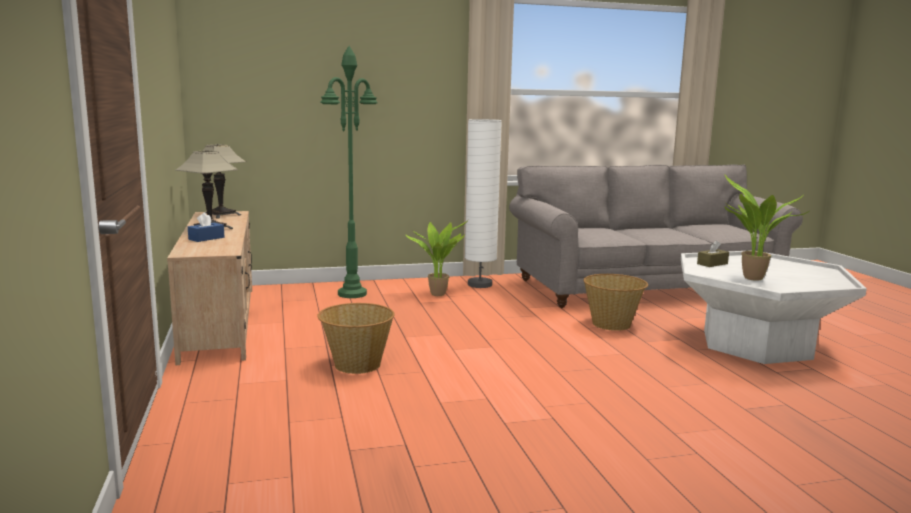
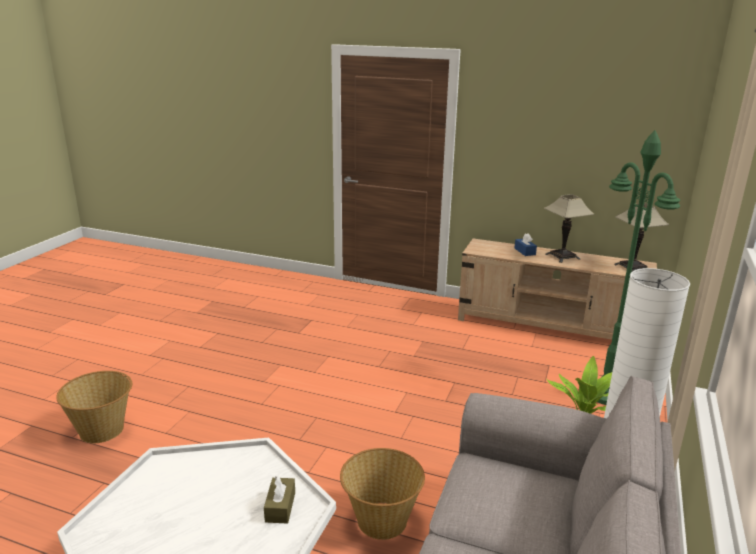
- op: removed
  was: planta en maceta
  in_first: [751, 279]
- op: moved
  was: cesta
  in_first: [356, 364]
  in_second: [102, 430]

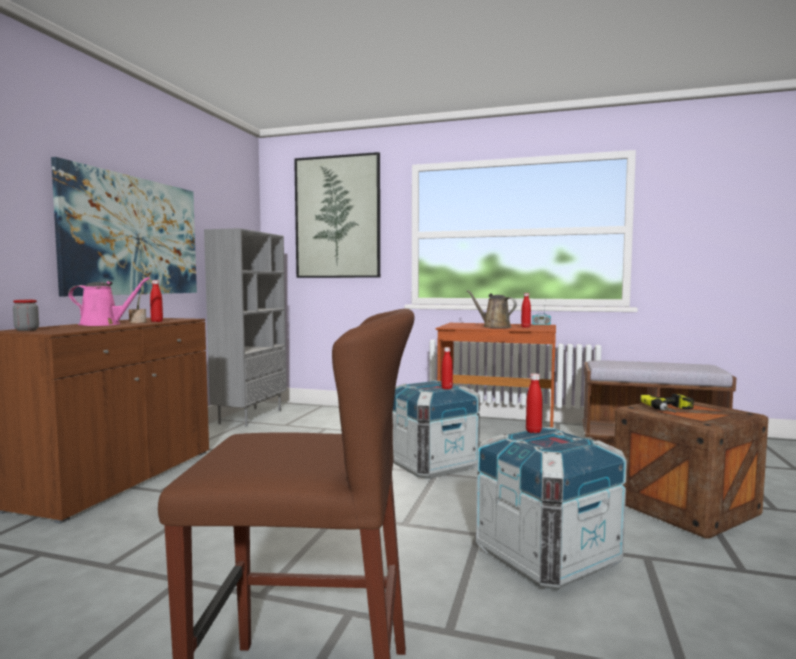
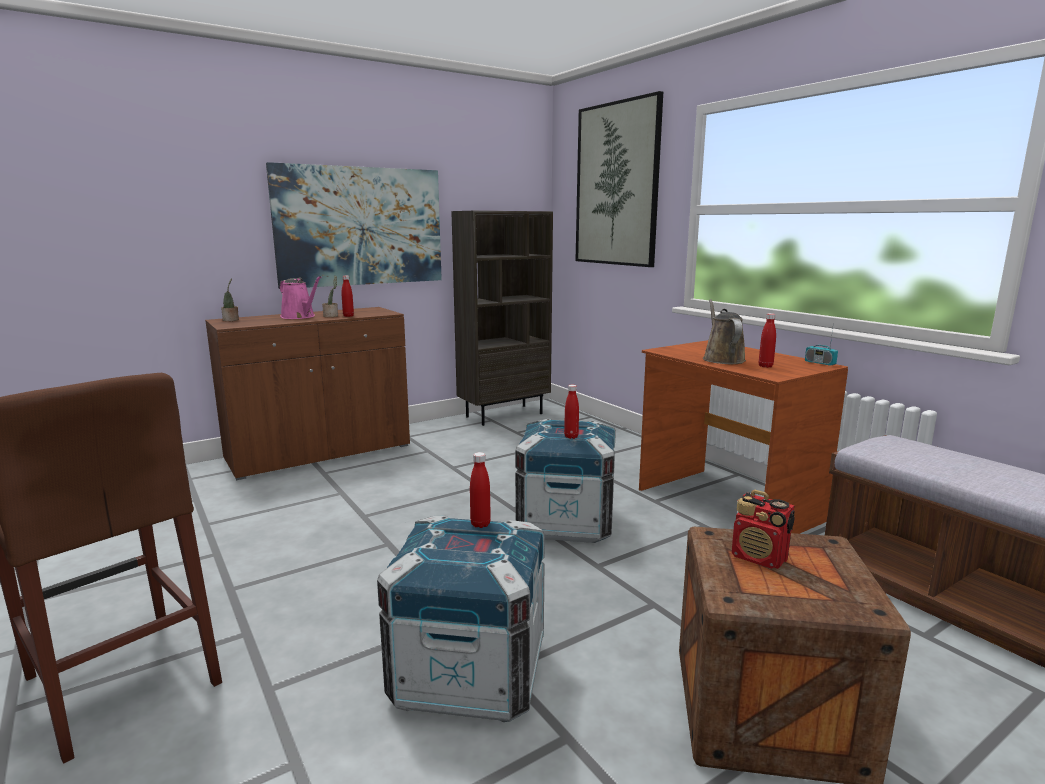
- op: replaced
  was: tarro
  now: planta en maceta
  in_first: [27, 330]
  in_second: [231, 320]
- op: replaced
  was: taladro
  now: radio
  in_first: [673, 410]
  in_second: [759, 558]
- op: recoloured
  was: estantería (gris)
  now: estantería (marrón)
  in_first: [250, 416]
  in_second: [504, 415]

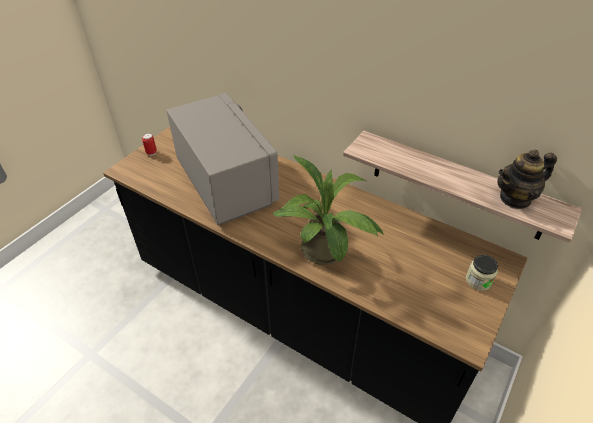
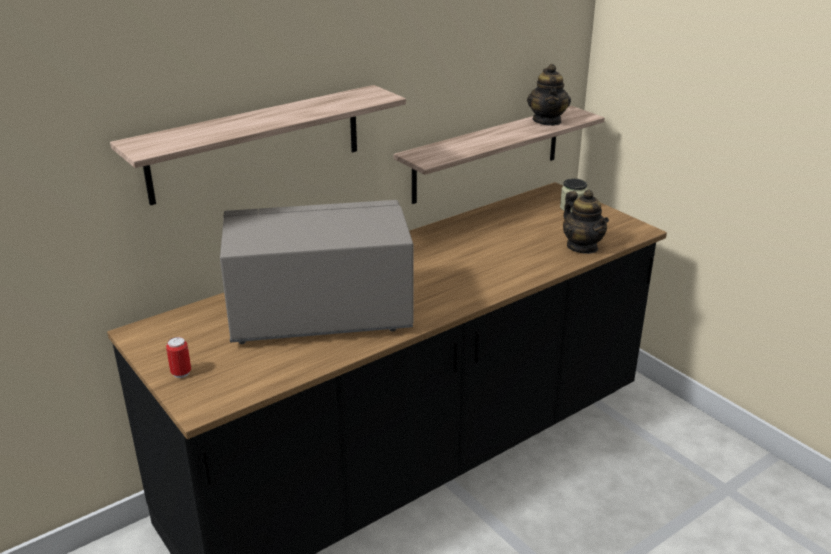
- op: removed
  was: planta en maceta
  in_first: [326, 254]
- op: added
  now: estante
  in_second: [256, 143]
- op: added
  now: tetera
  in_second: [582, 247]

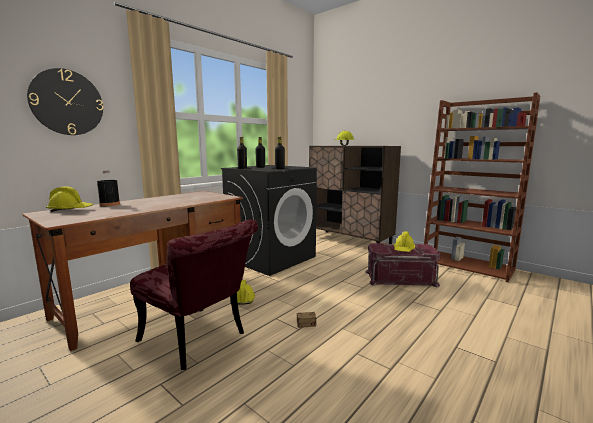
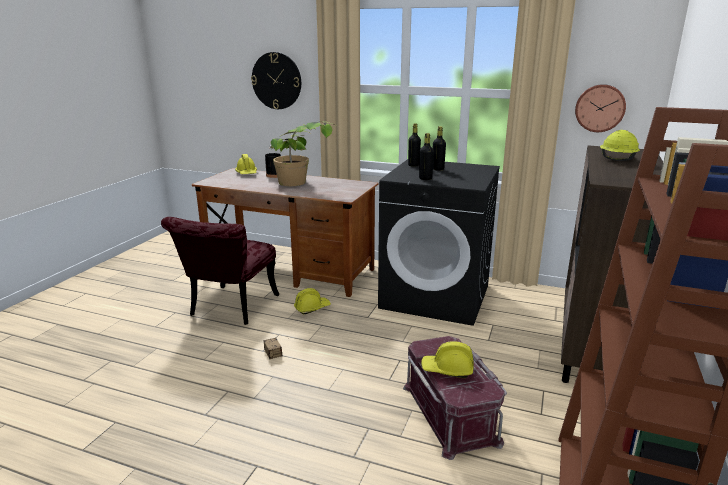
- op: added
  now: planta en maceta
  in_second: [301, 185]
- op: added
  now: reloj de pared
  in_second: [600, 108]

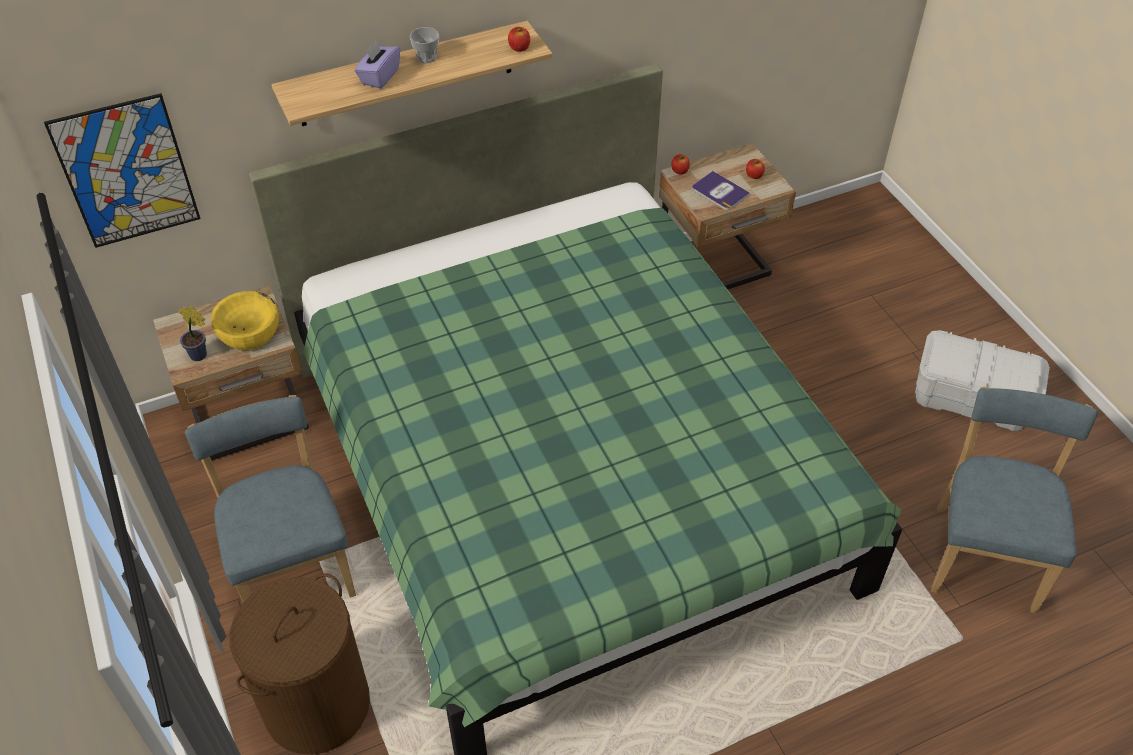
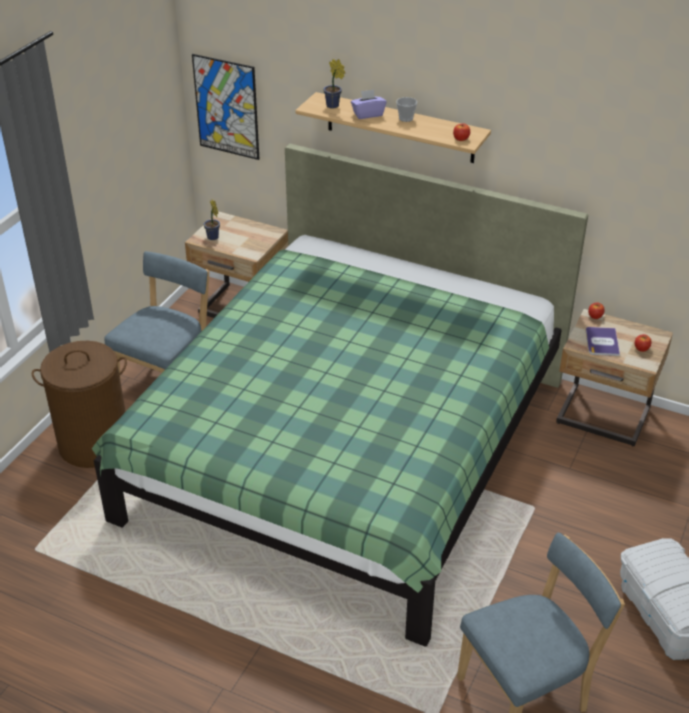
- op: removed
  was: cuenco (amarillo)
  in_first: [249, 333]
- op: added
  now: planta en maceta
  in_second: [334, 106]

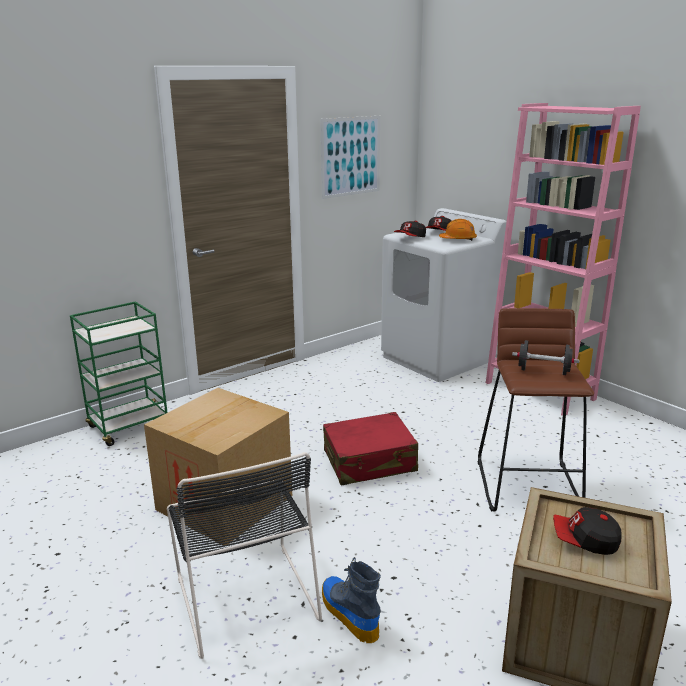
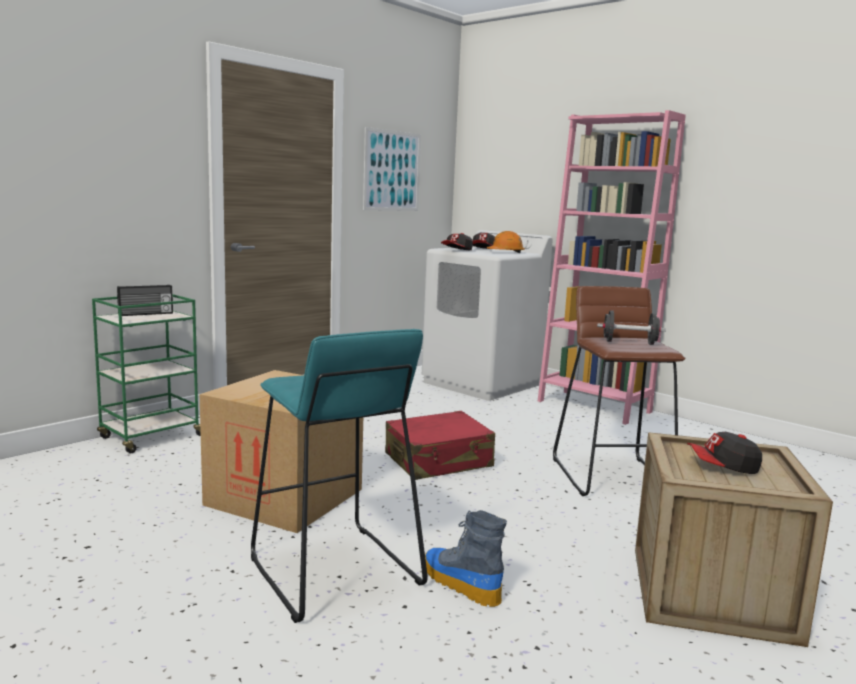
- op: added
  now: radio
  in_second: [146, 314]
- op: replaced
  was: silla (negro)
  now: taburete (turquesa)
  in_first: [245, 594]
  in_second: [333, 572]

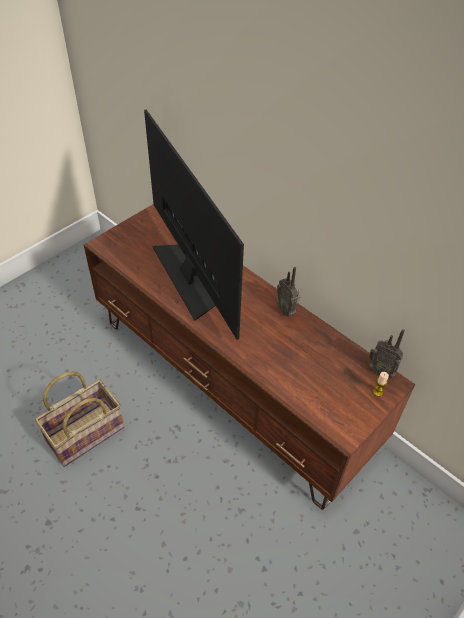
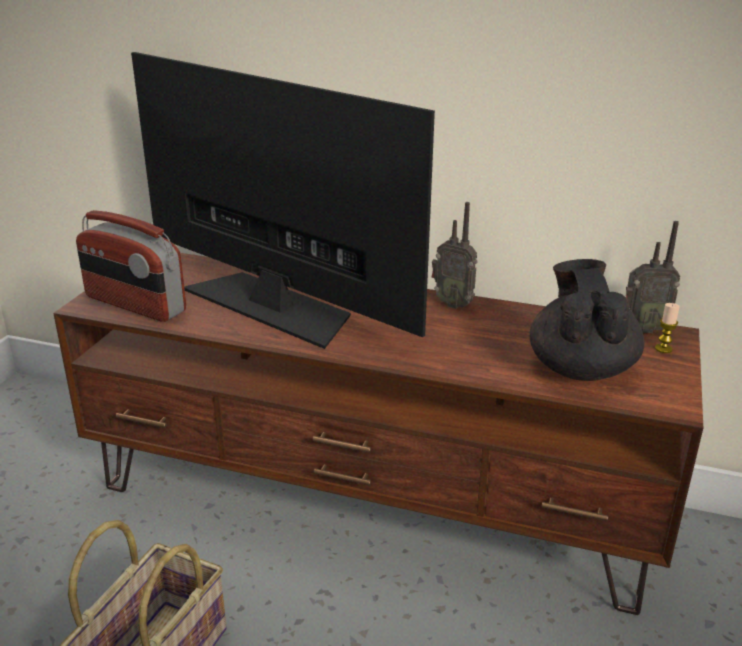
- op: added
  now: radio
  in_second: [134, 305]
- op: added
  now: tetera (negro)
  in_second: [580, 368]

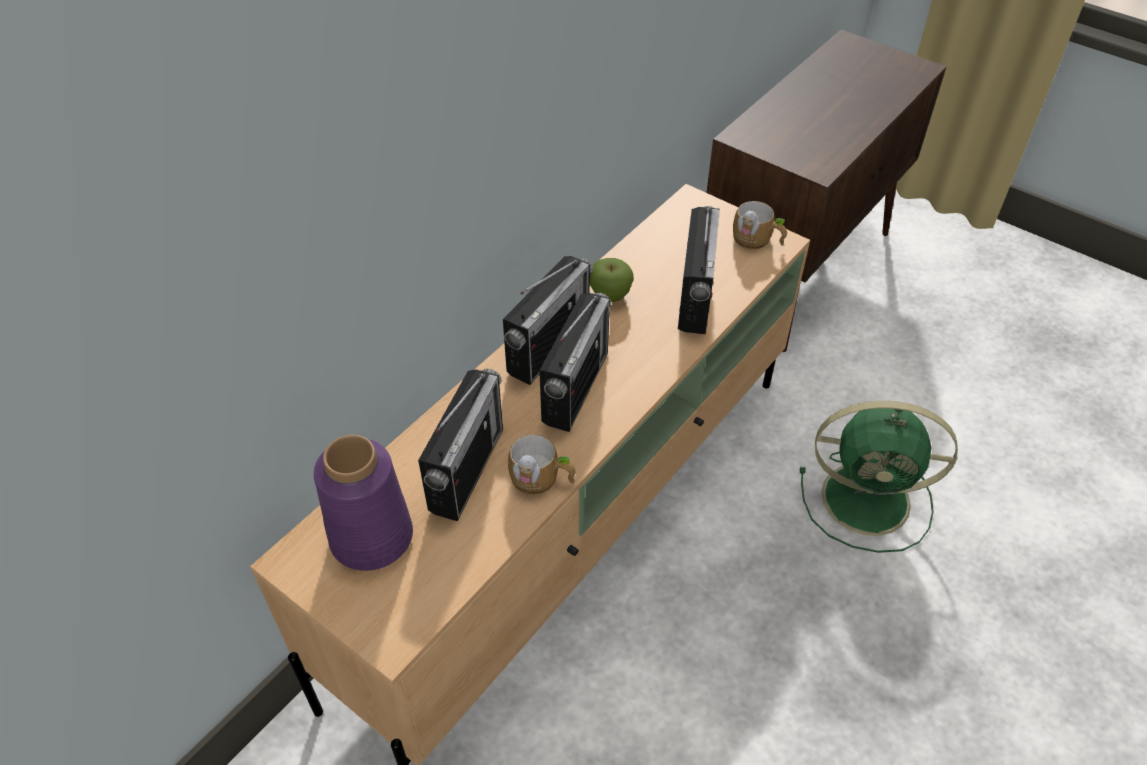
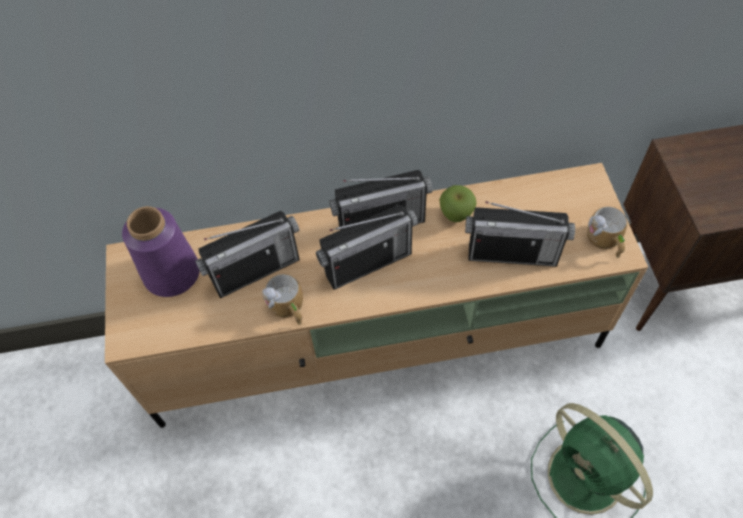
- op: turned
  was: radio
  in_first: [695, 297]
  in_second: [512, 254]
  clockwise: 45

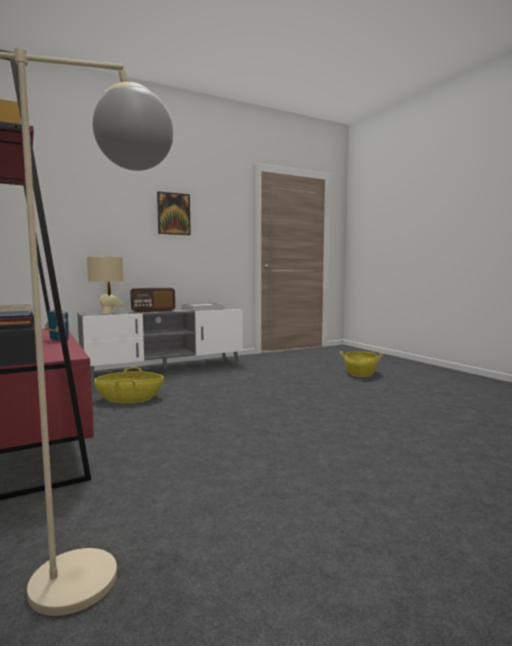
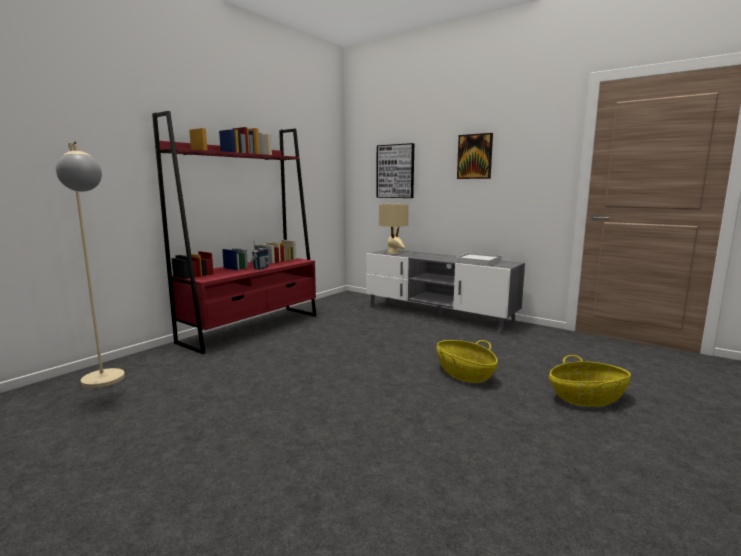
- op: removed
  was: radio
  in_first: [153, 311]
- op: added
  now: cuadro
  in_second: [395, 171]
- op: moved
  was: cesta
  in_first: [129, 398]
  in_second: [464, 373]

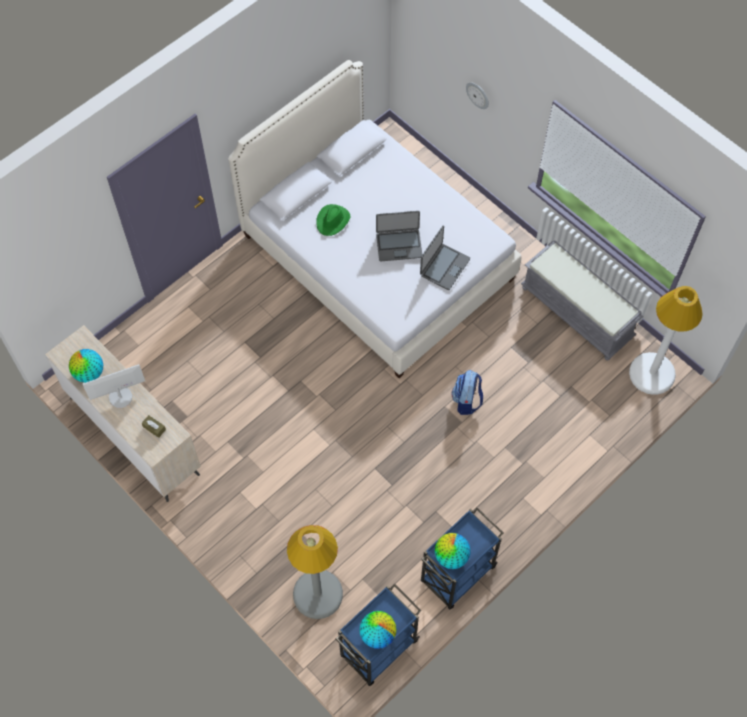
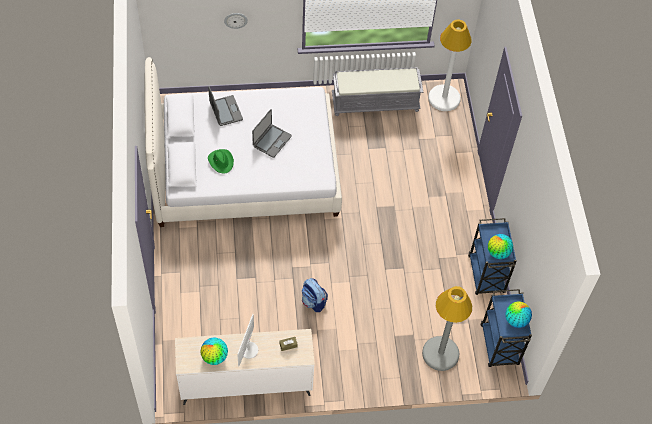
- op: moved
  was: portátil
  in_first: [444, 267]
  in_second: [225, 111]
- op: moved
  was: mochila
  in_first: [466, 401]
  in_second: [313, 302]

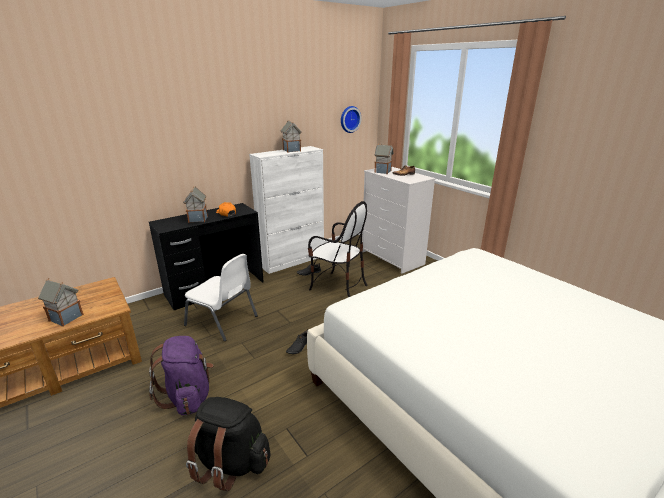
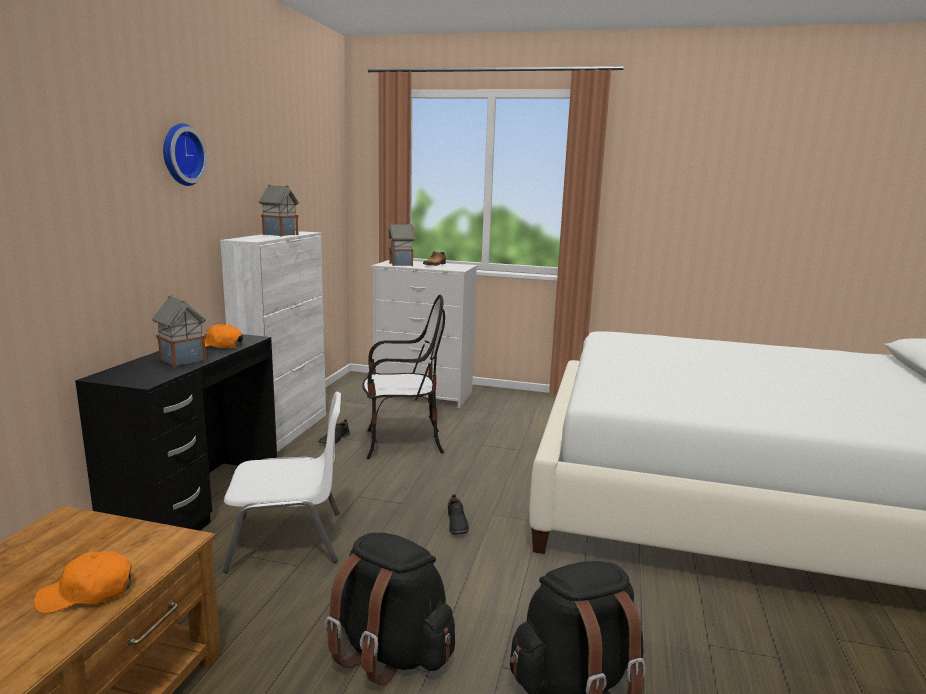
- op: moved
  was: reloj de pared
  in_first: [349, 119]
  in_second: [180, 154]
- op: replaced
  was: casita
  now: gorra (naranja)
  in_first: [67, 318]
  in_second: [87, 593]
- op: recoloured
  was: mochila (morado)
  now: mochila (negro)
  in_first: [188, 396]
  in_second: [390, 652]

